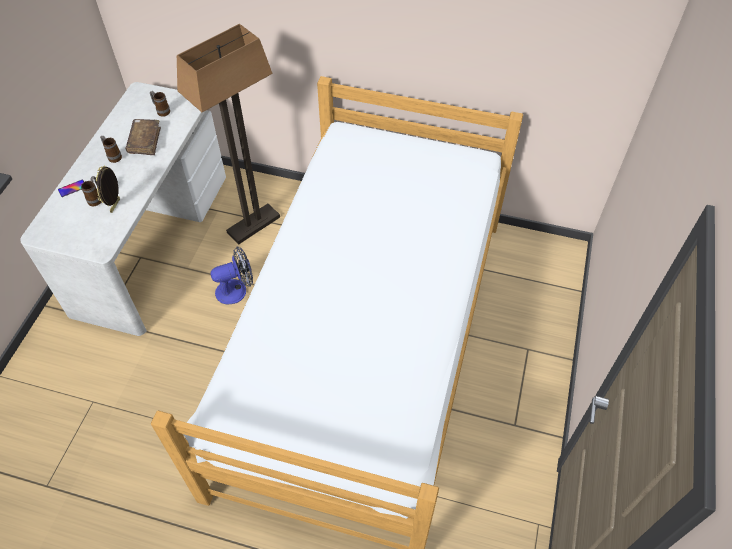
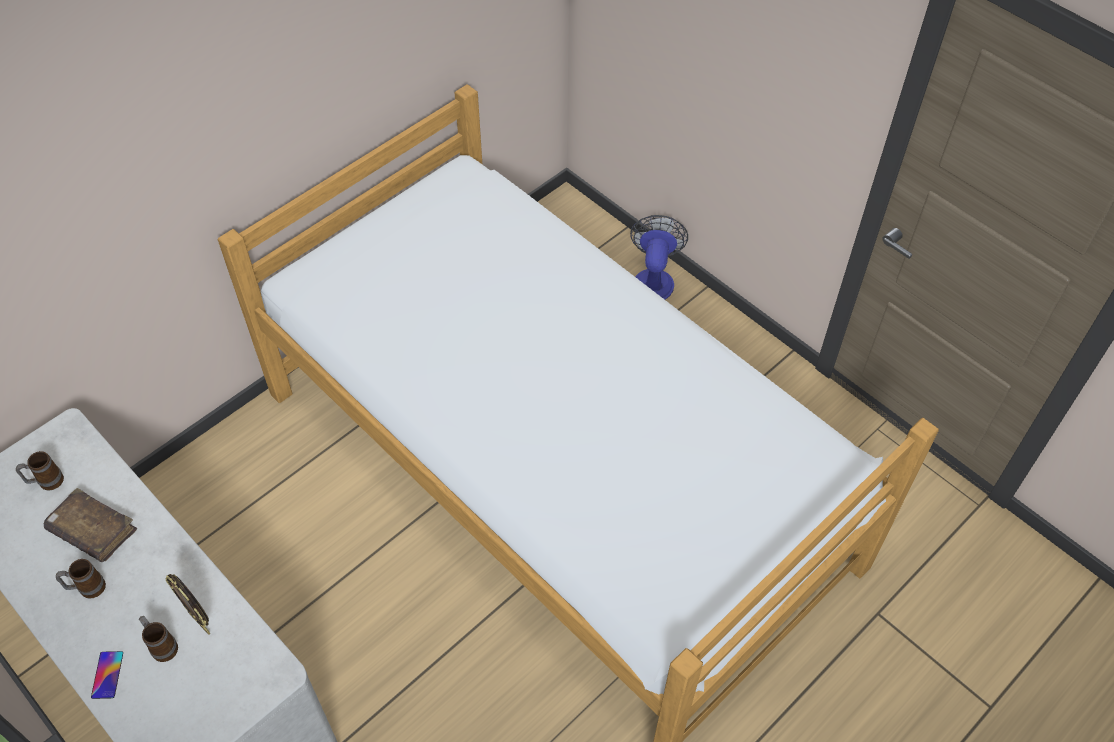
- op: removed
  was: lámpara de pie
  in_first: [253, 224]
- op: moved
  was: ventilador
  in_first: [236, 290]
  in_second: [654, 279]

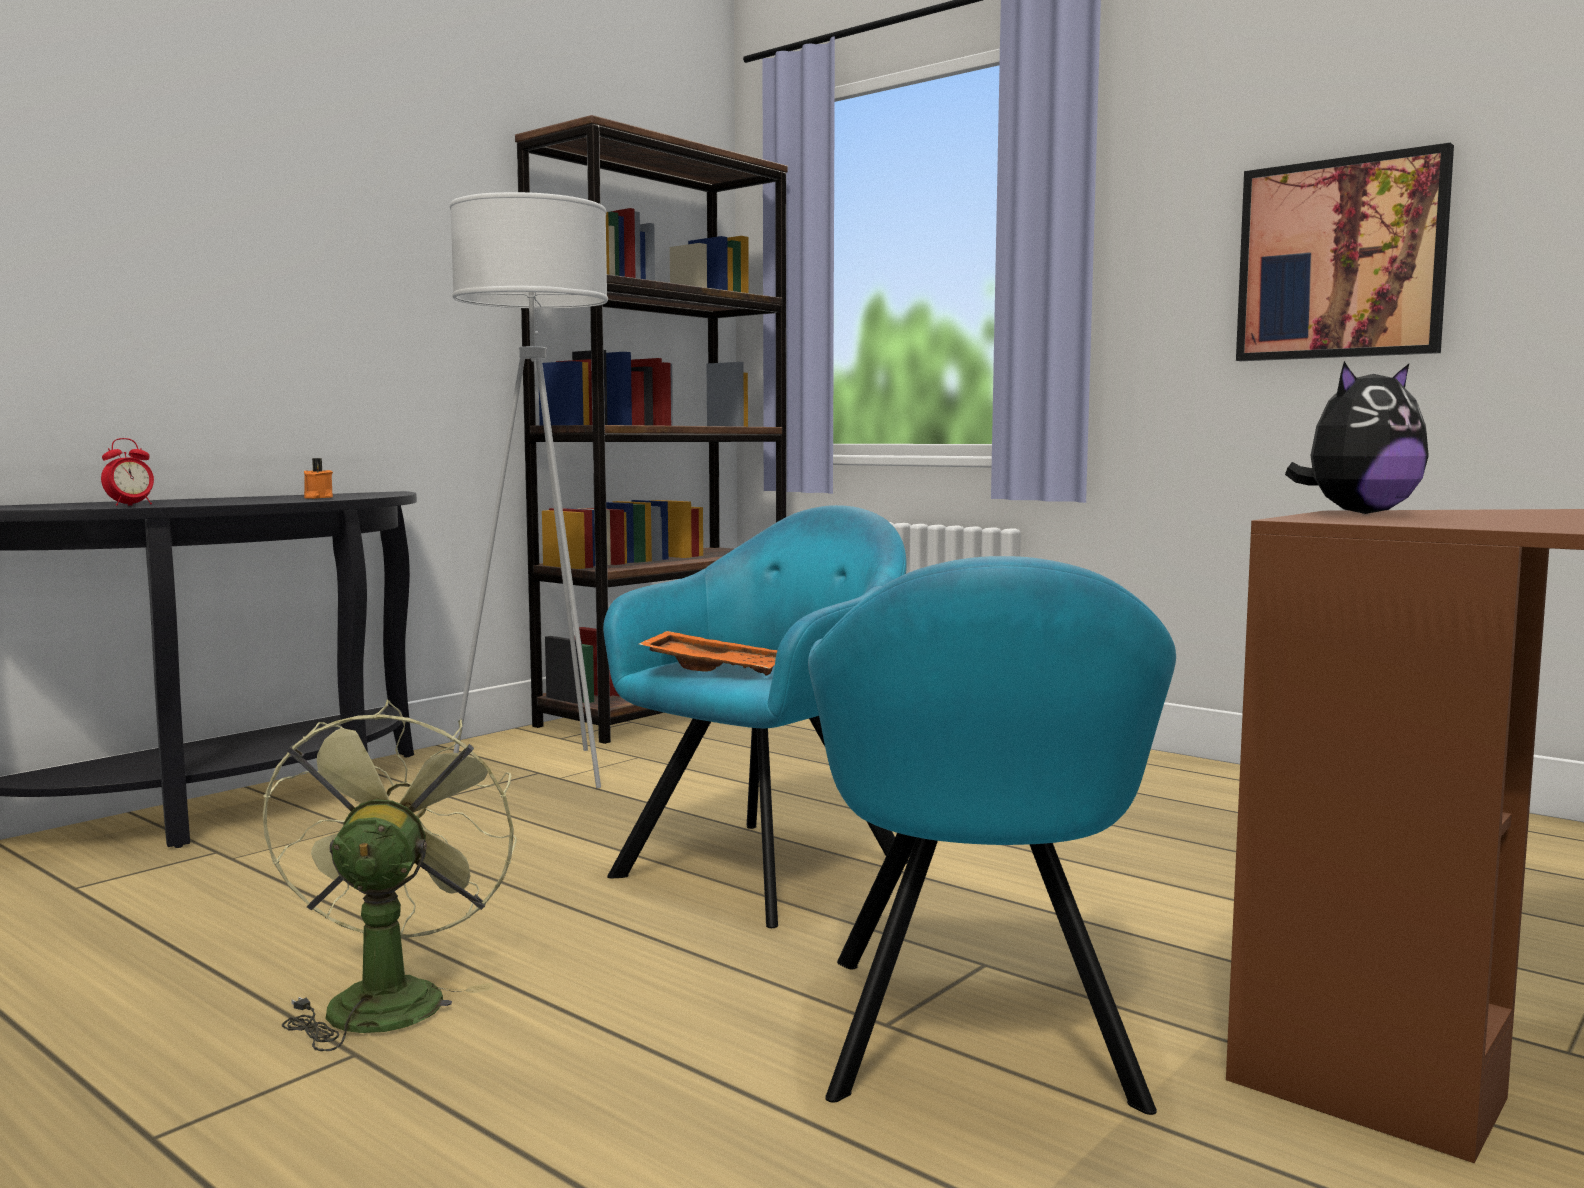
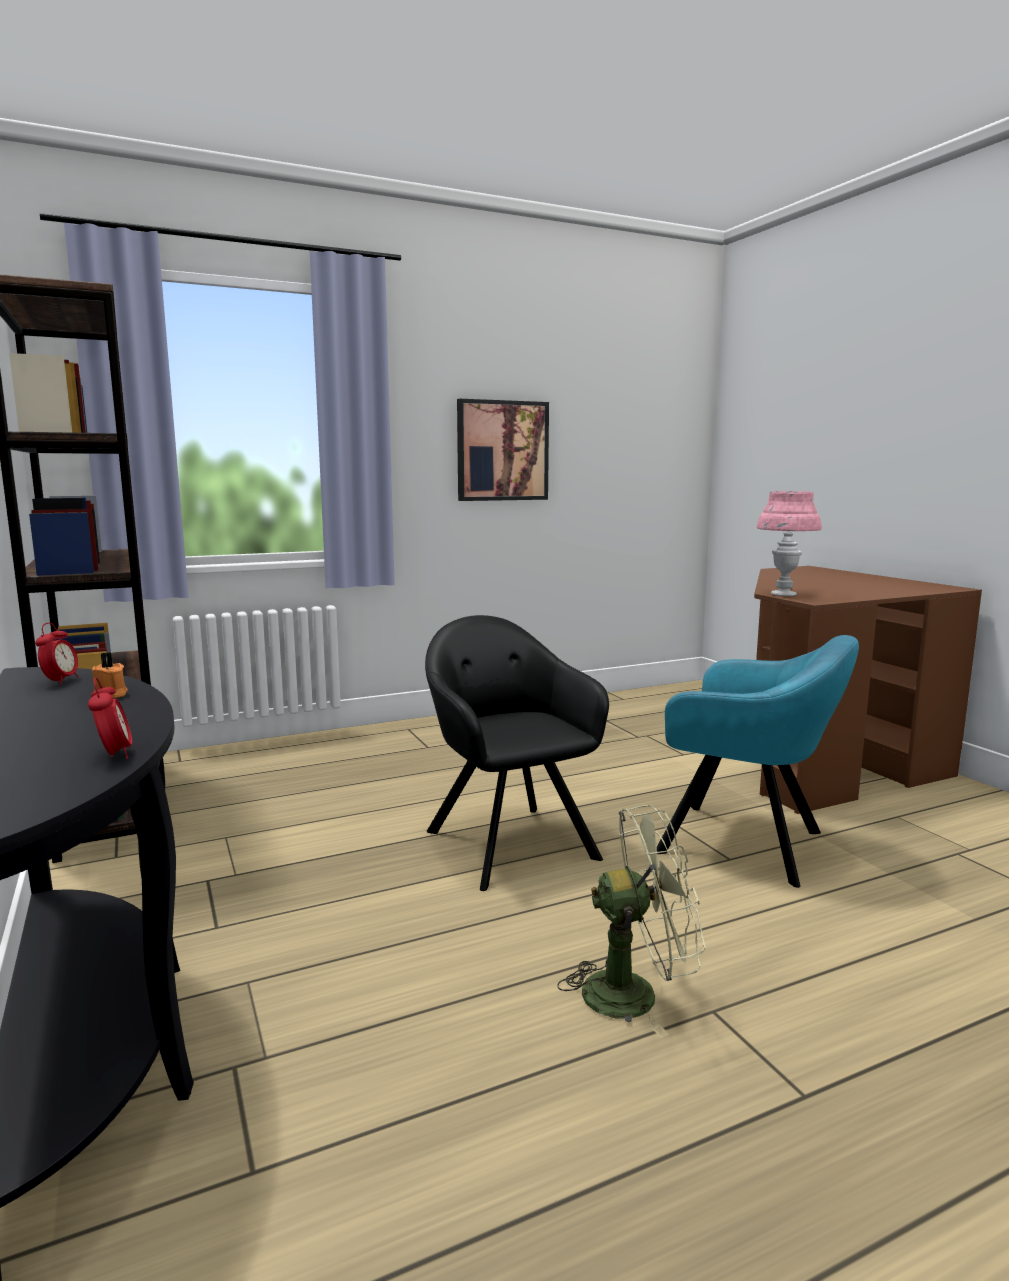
- op: removed
  was: lámpara de pie (blanco)
  in_first: [543, 771]
- op: removed
  was: bandeja (naranja)
  in_first: [717, 669]
- op: added
  now: despertador
  in_second: [61, 681]
- op: replaced
  was: peluche
  now: lámpara de mesa (rosa)
  in_first: [1359, 513]
  in_second: [783, 594]
- op: recoloured
  was: sillón (turquesa)
  now: sillón (negro)
  in_first: [769, 865]
  in_second: [507, 841]
- op: turned
  was: ventilador (verde)
  in_first: [388, 997]
  in_second: [635, 992]
  clockwise: 150

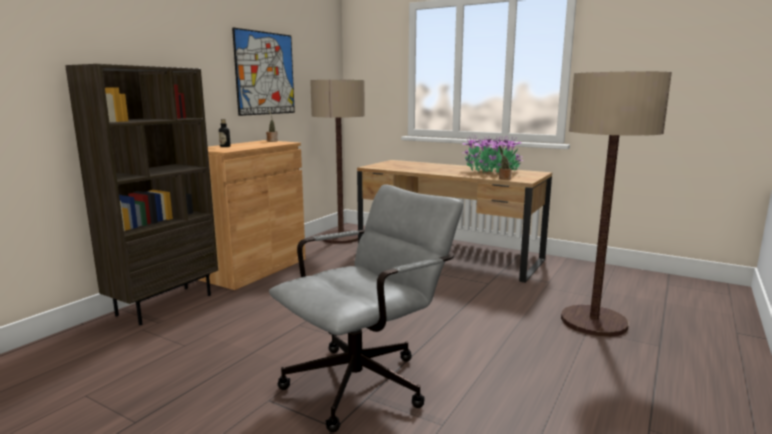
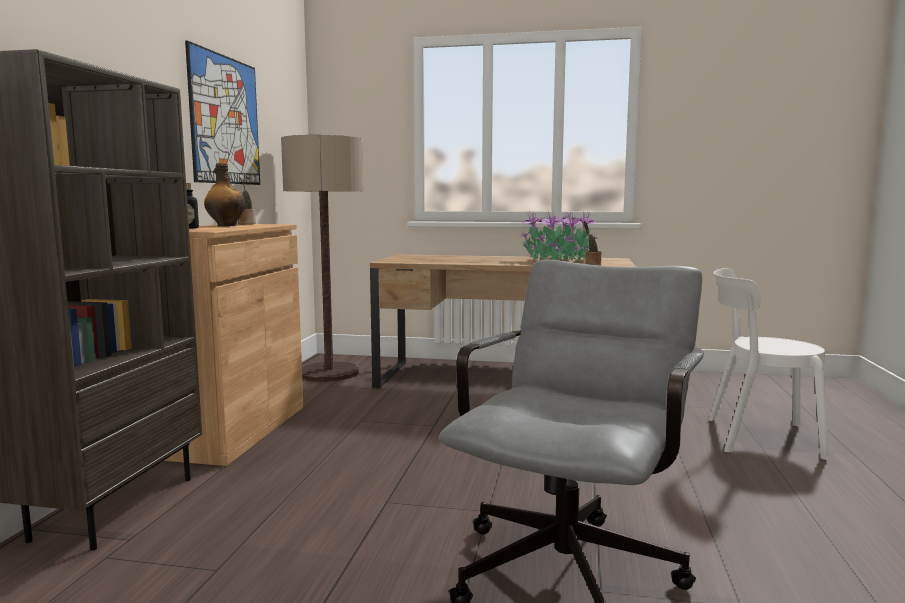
- op: added
  now: botella
  in_second: [226, 225]
- op: replaced
  was: lámpara de pie
  now: silla (blanco)
  in_first: [593, 321]
  in_second: [757, 437]

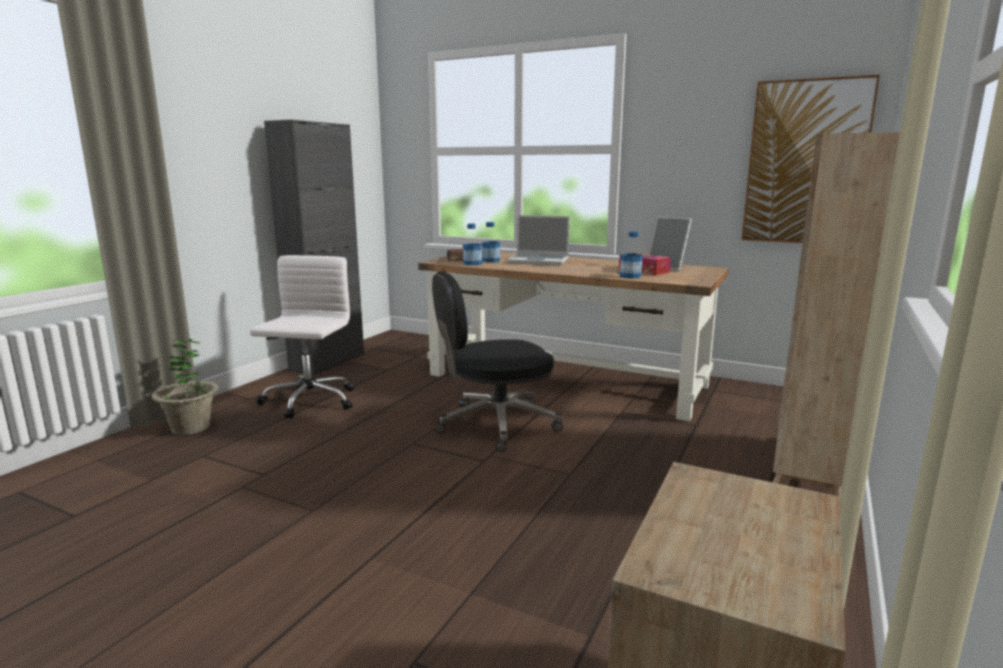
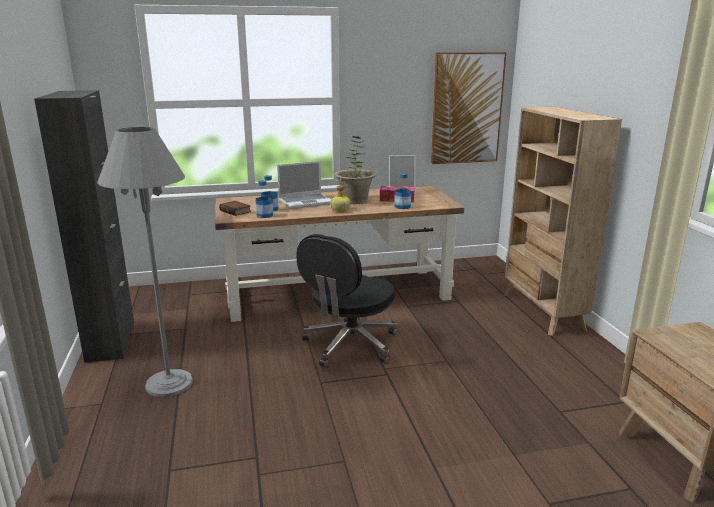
- op: added
  now: botella
  in_second: [339, 210]
- op: moved
  was: planta en maceta
  in_first: [191, 427]
  in_second: [355, 201]
- op: replaced
  was: silla de oficina (blanco)
  now: lámpara de pie (gris)
  in_first: [308, 401]
  in_second: [169, 383]

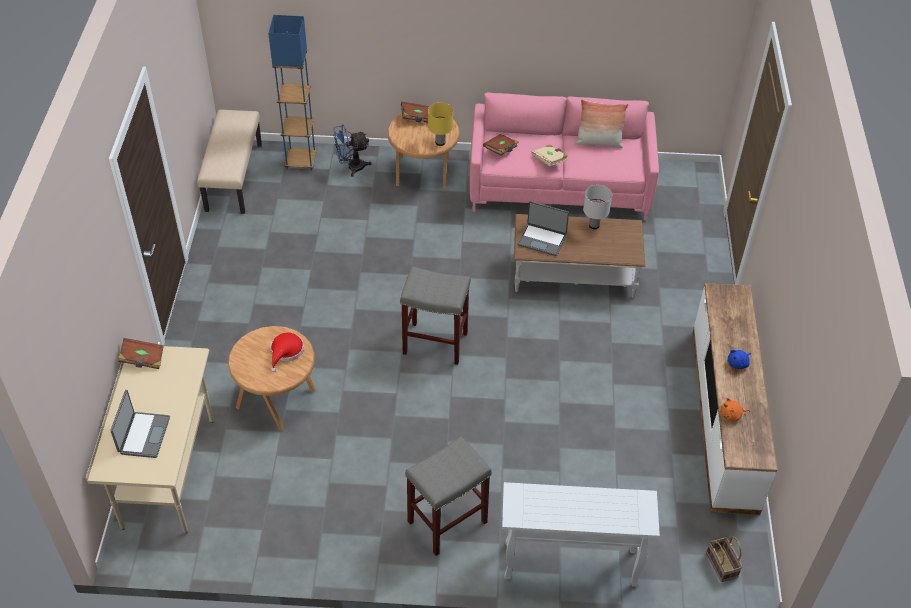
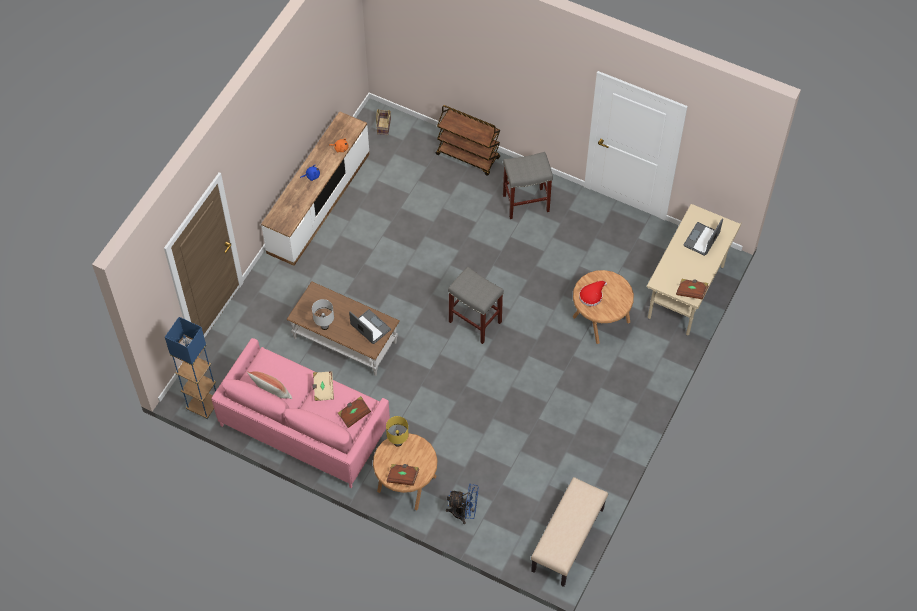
- op: moved
  was: lámpara de pie (azul)
  in_first: [301, 161]
  in_second: [203, 405]
- op: replaced
  was: mesa consola (blanco)
  now: carrito (marrón)
  in_first: [569, 564]
  in_second: [468, 156]

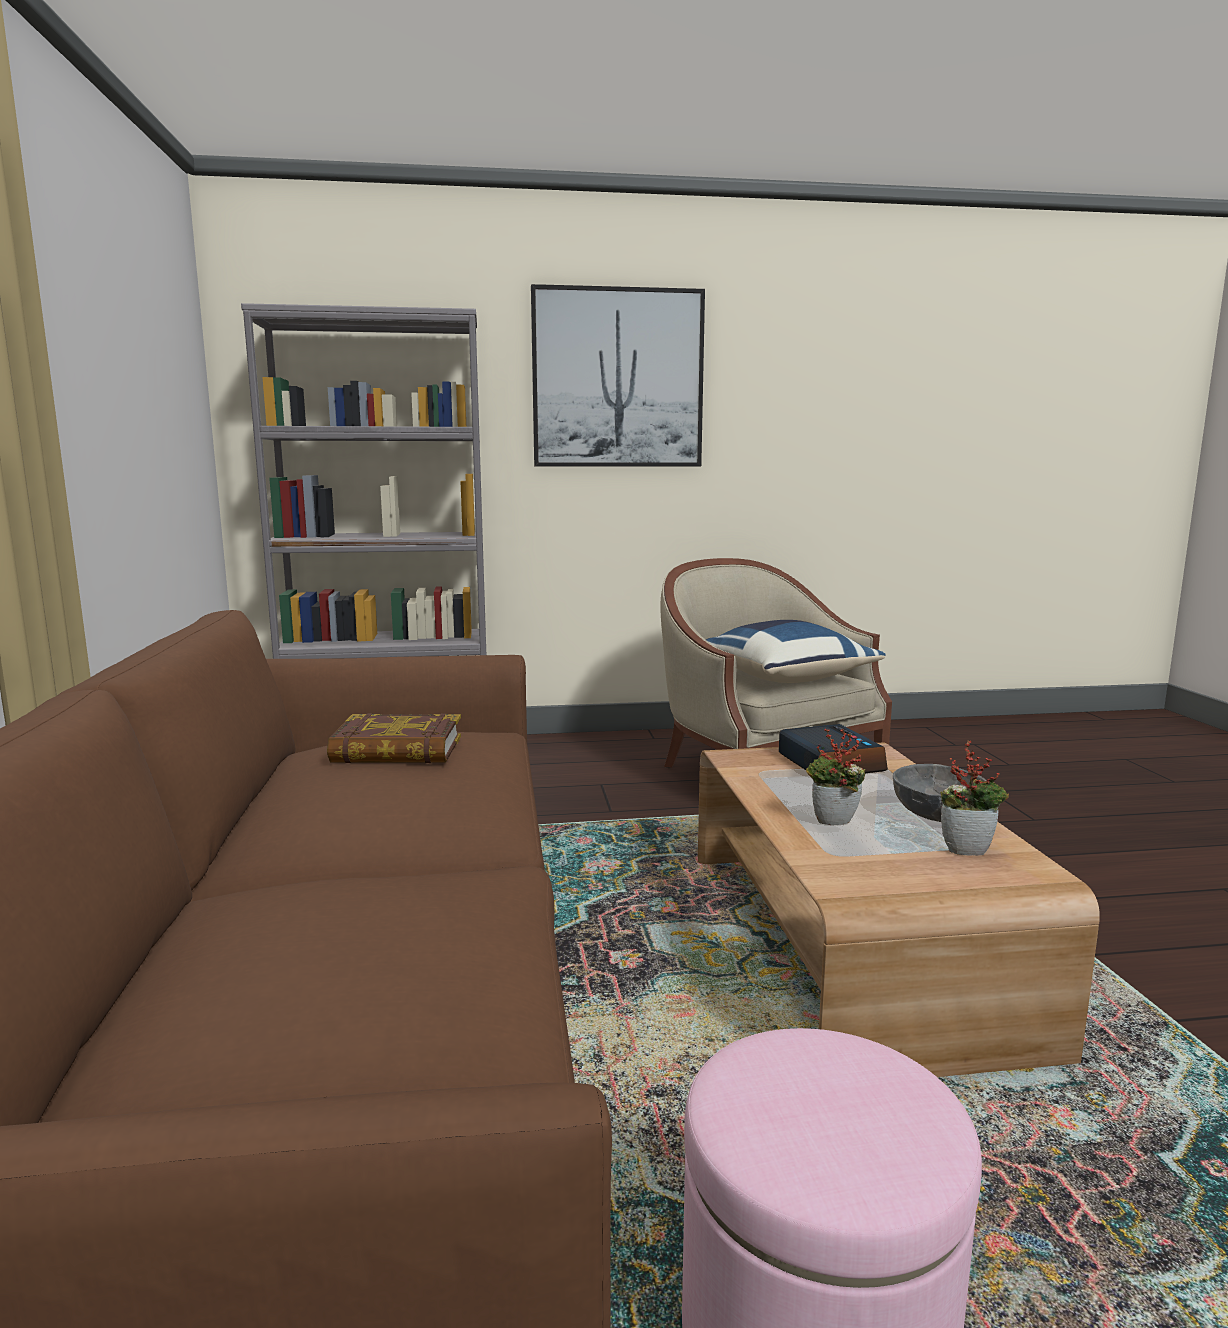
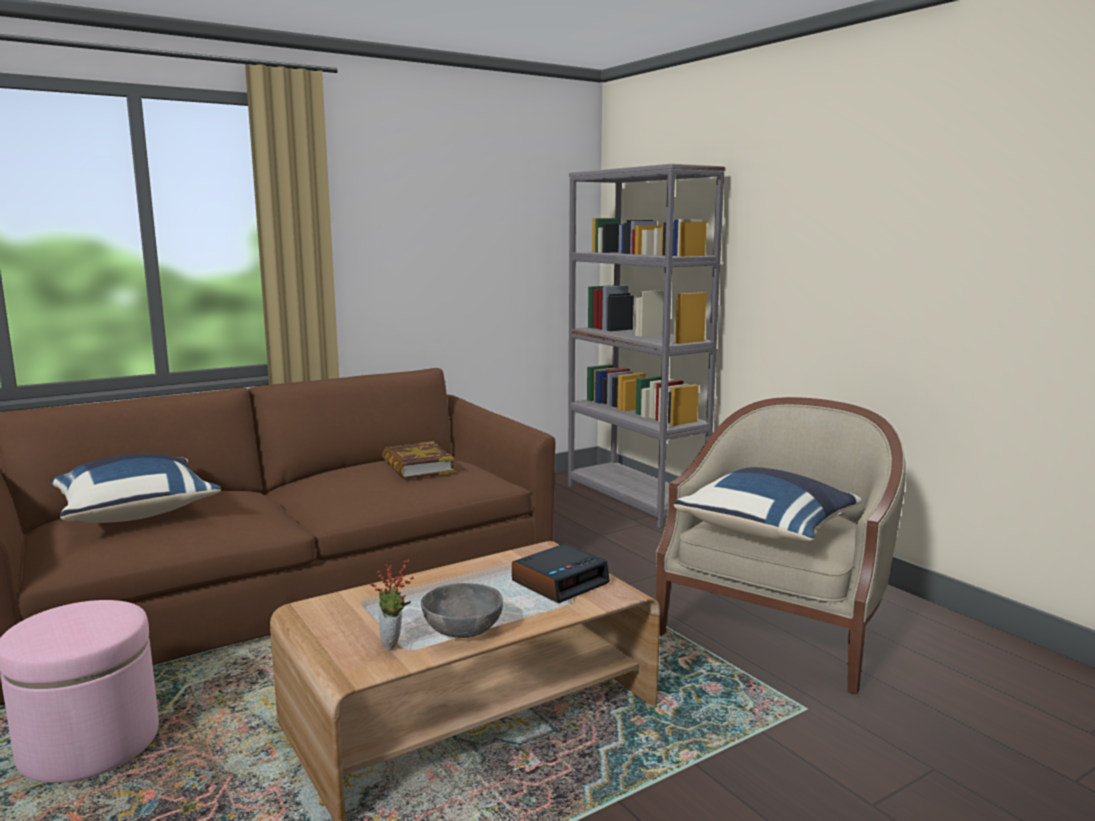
- op: removed
  was: cuadro
  in_first: [617, 379]
- op: removed
  was: planta en maceta
  in_first: [833, 824]
- op: added
  now: cojín (azul)
  in_second: [136, 513]

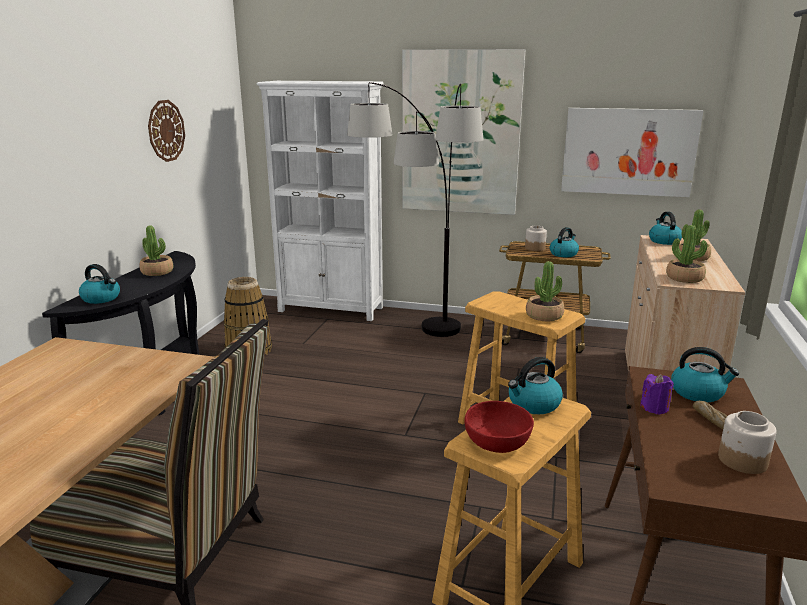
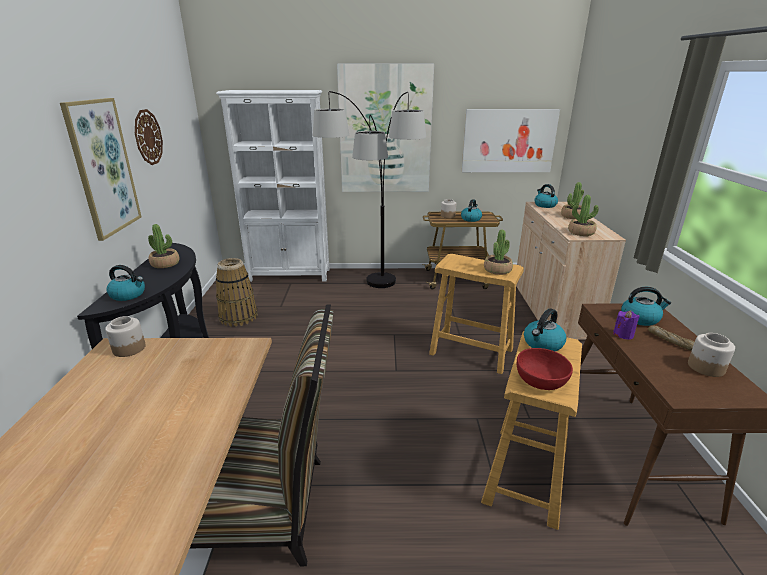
- op: added
  now: cuadro
  in_second: [103, 168]
- op: added
  now: tarro
  in_second: [129, 348]

